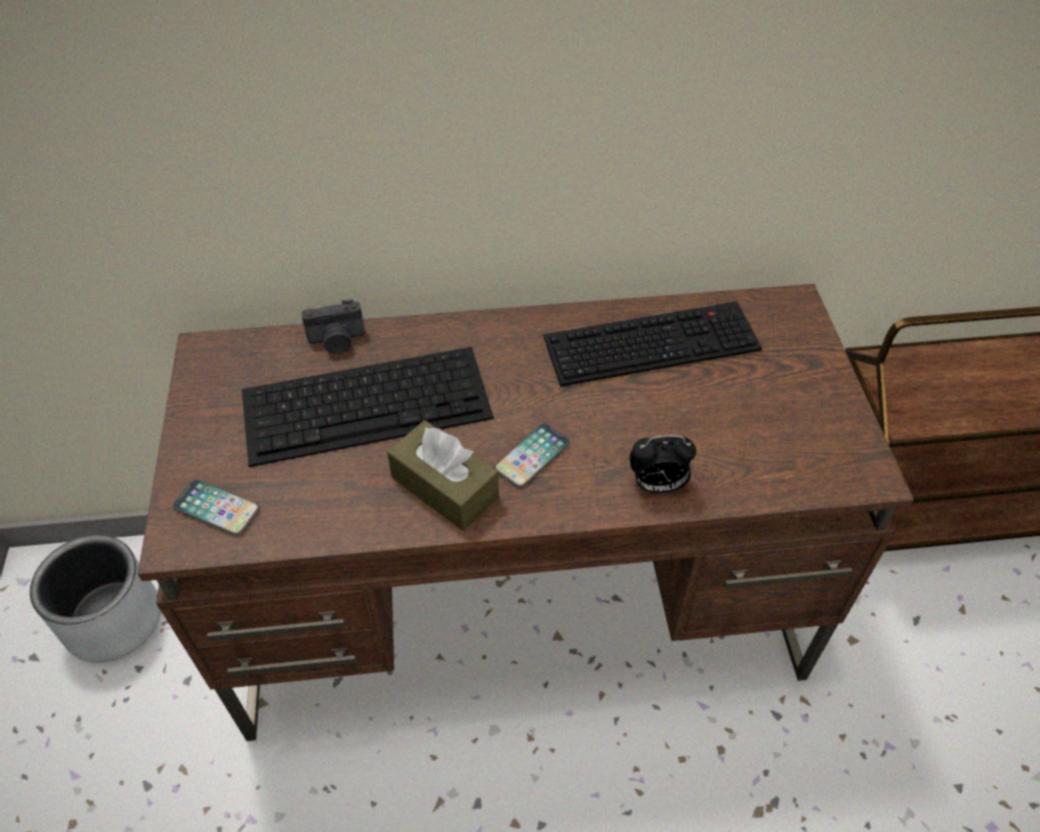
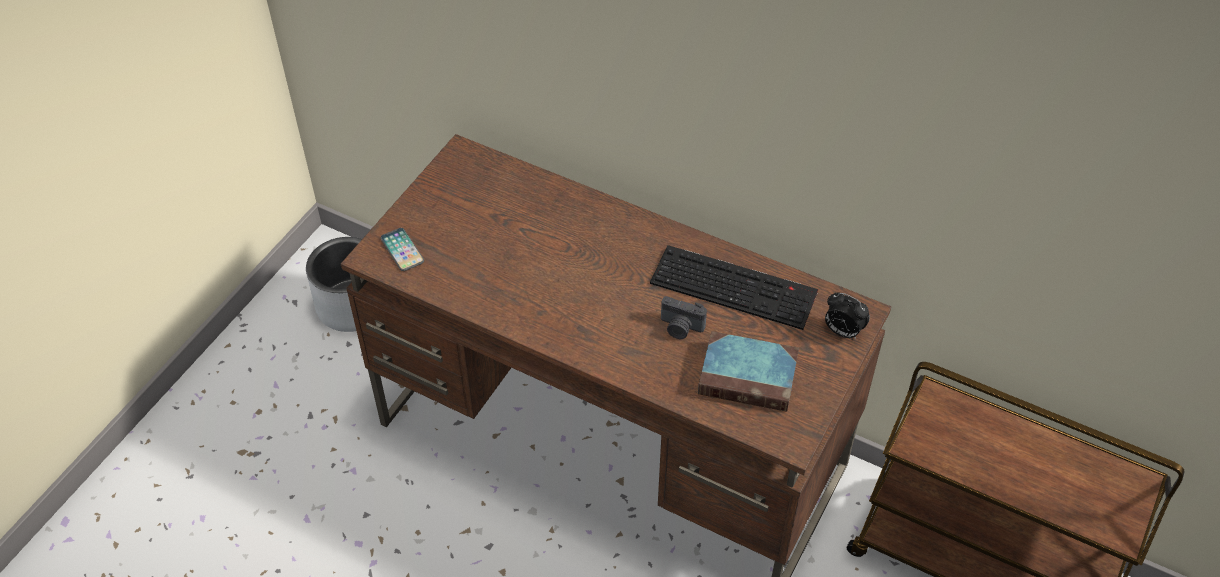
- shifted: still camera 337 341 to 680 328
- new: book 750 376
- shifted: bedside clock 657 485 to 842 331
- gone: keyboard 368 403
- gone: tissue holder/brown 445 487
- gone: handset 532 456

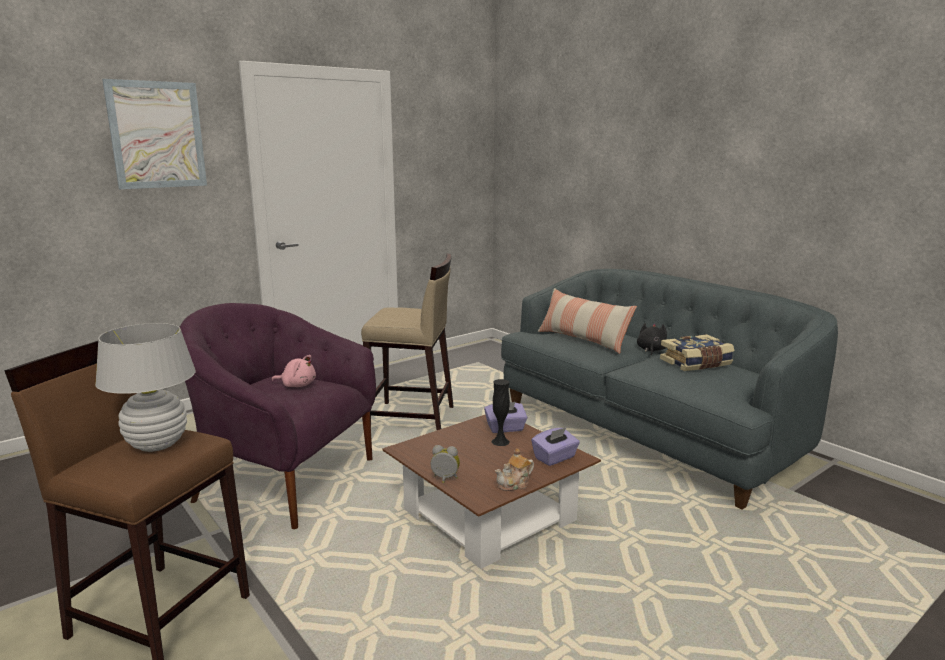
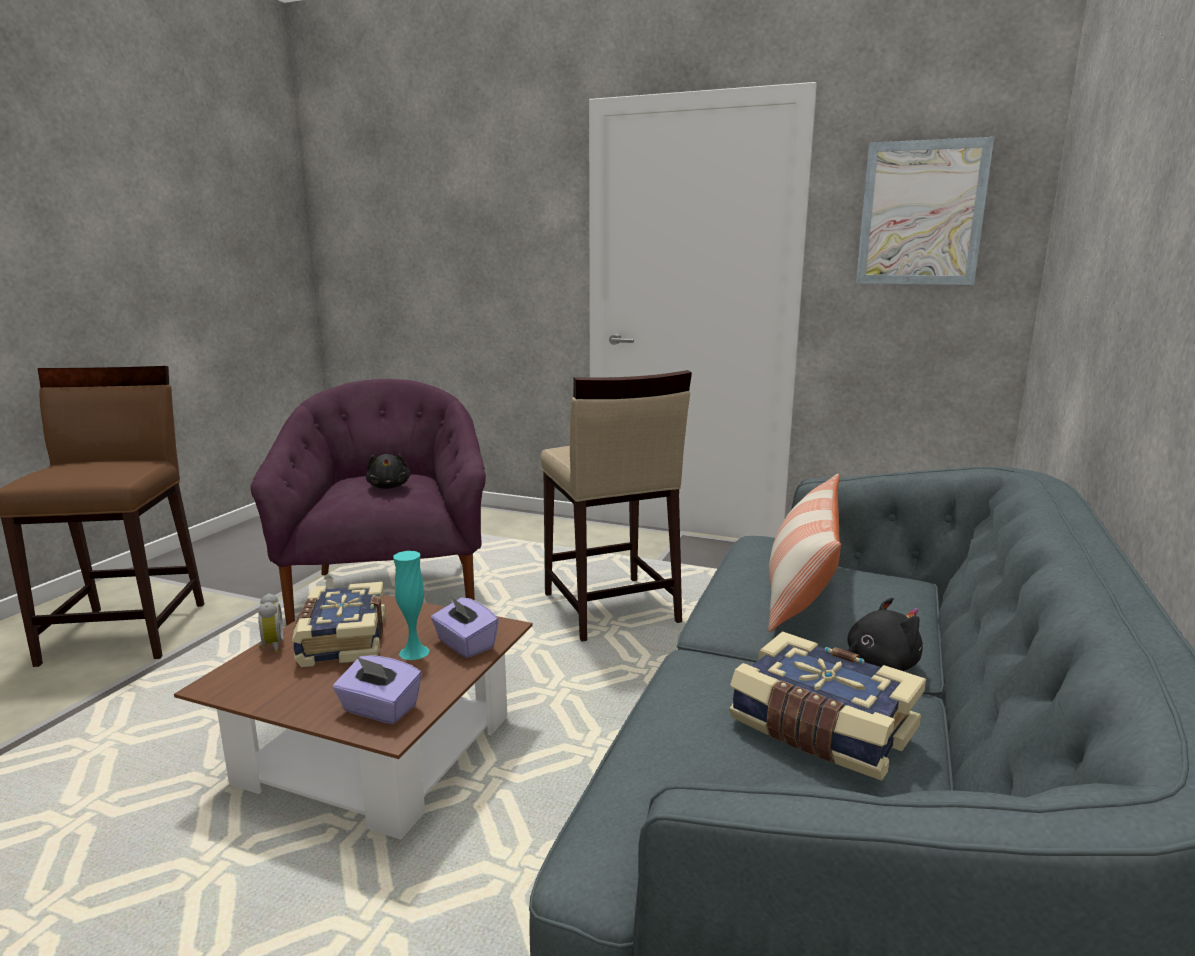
- new: book 341 640
- repainted: plush toy/pinkish 297 385 to plush toy/blackish 389 487
- repainted: vase/blackish 500 441 to vase/blue-green 414 652
- shifted: wall picture 157 135 to 921 214
- gone: table lamp/whitish 157 444
- gone: tea pot 514 484

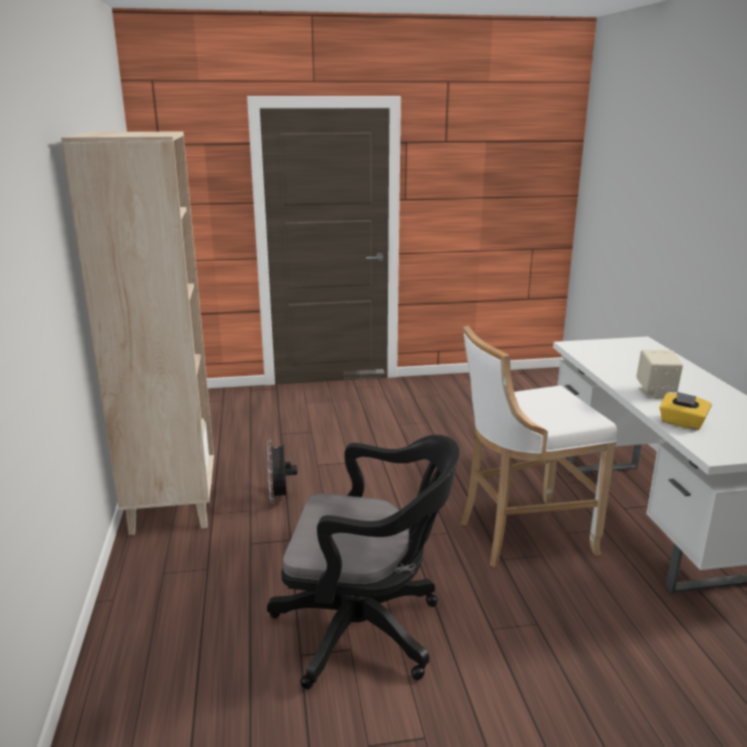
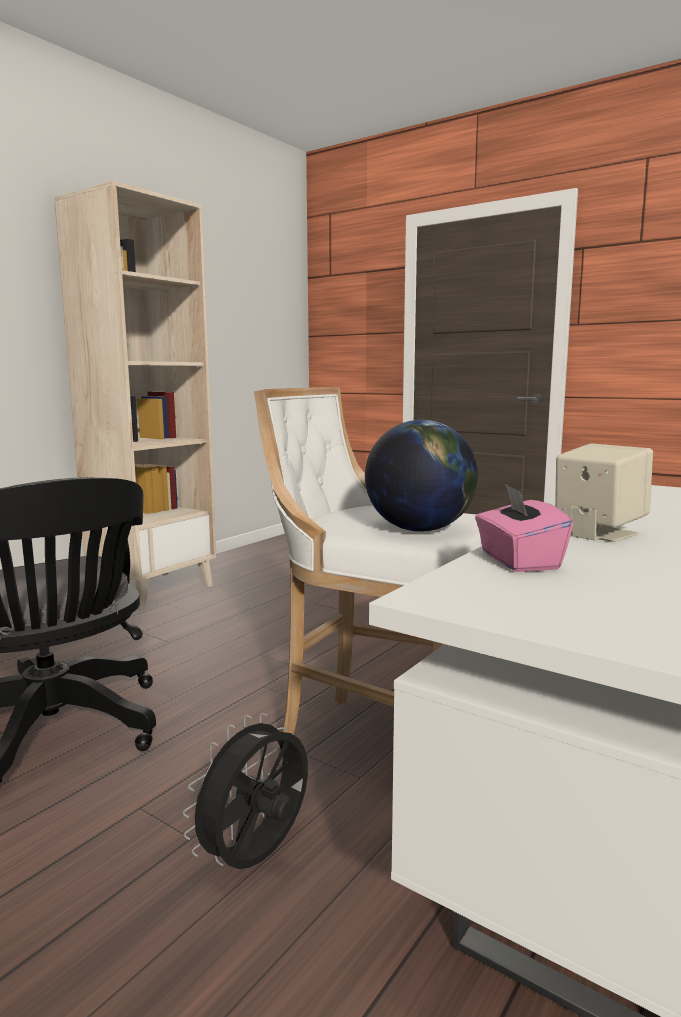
- shifted: electric fan/blackish 280 498 to 257 859
- new: globe 419 529
- repainted: tissue holder/yellowish 682 423 to tissue holder/pinkish 518 561

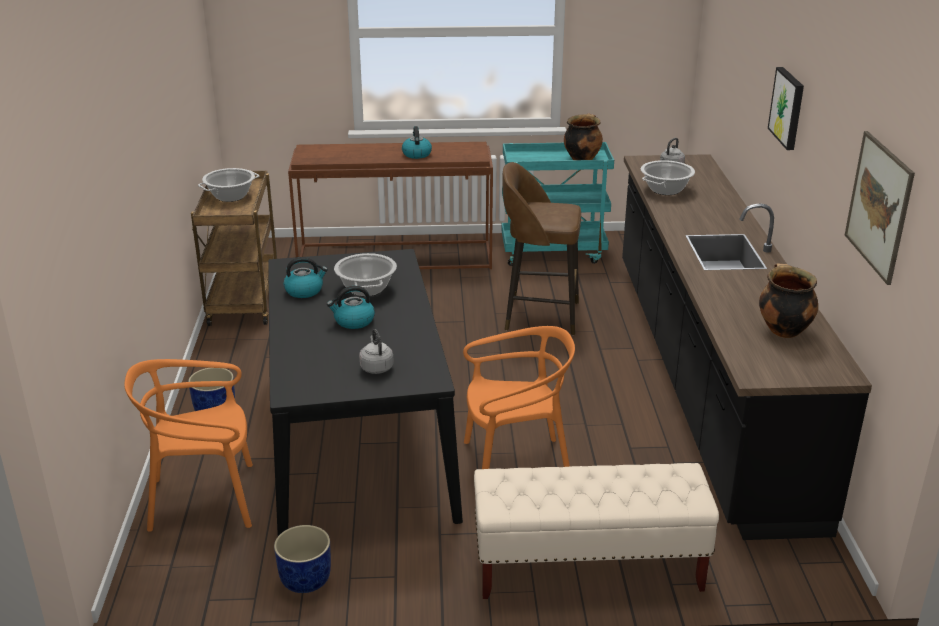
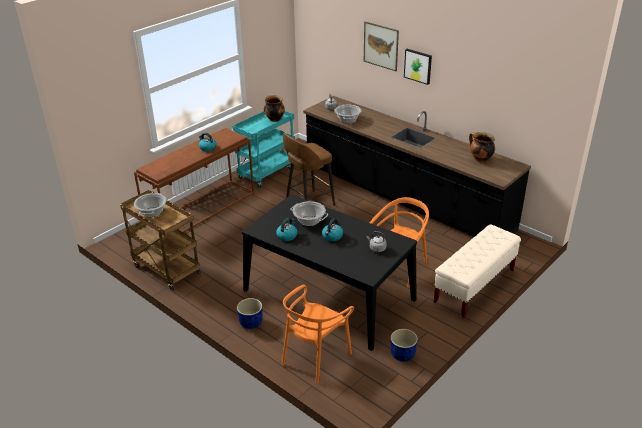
- shifted: wall picture 878 206 to 381 46

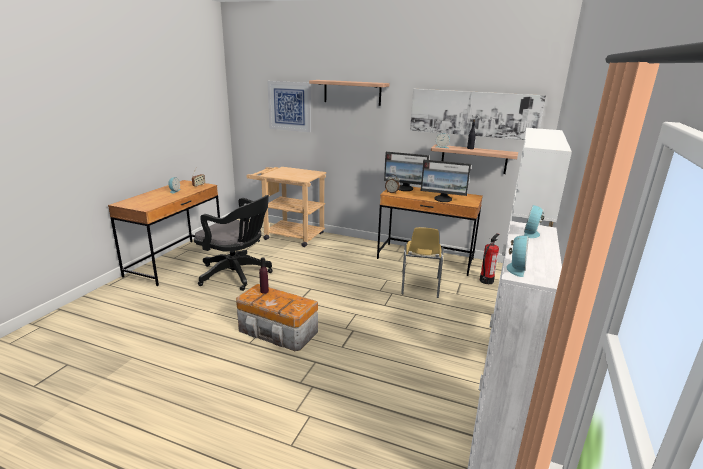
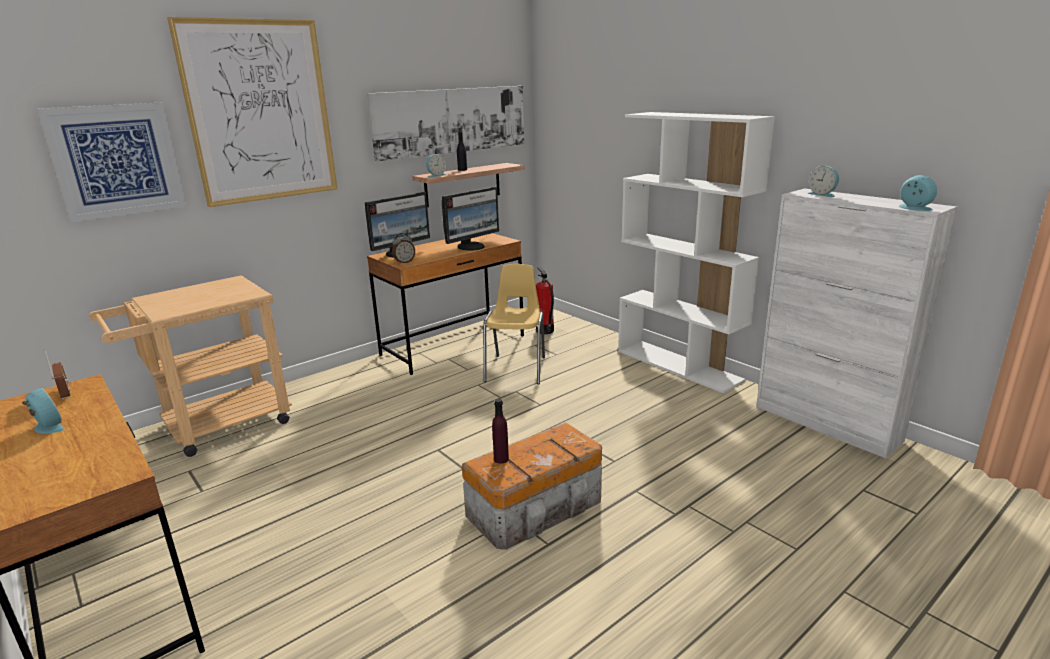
- swapped: wall shelf 352 92 to wall picture 260 112
- rotated: chair/yellowish 419 286 = 517 369 120 degrees counterclockwise
- gone: desk chair/blackish 237 275

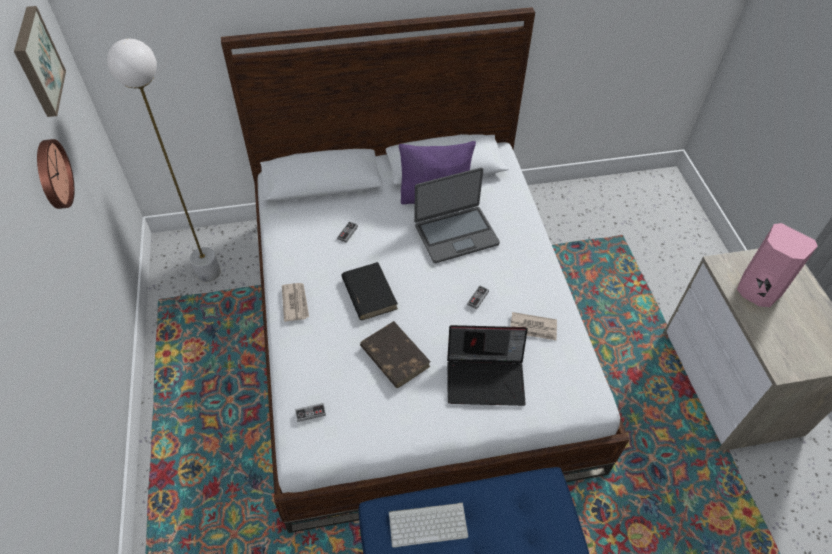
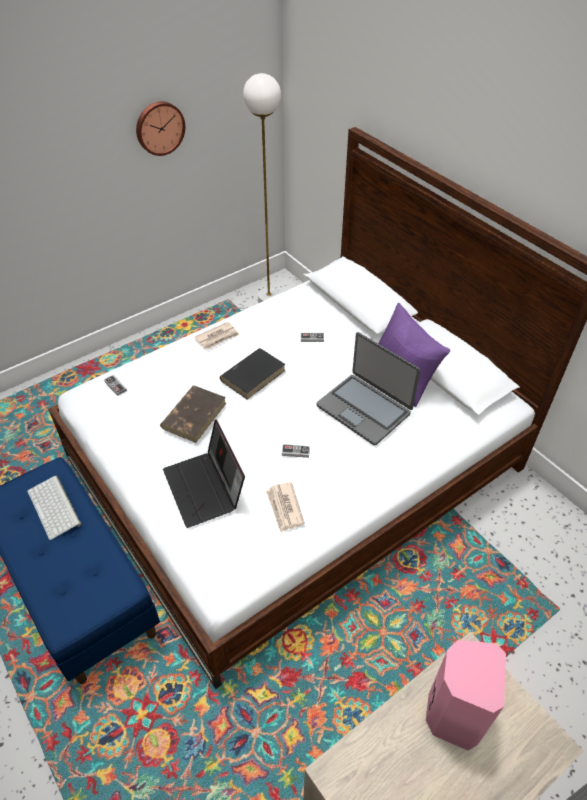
- gone: wall picture 37 62

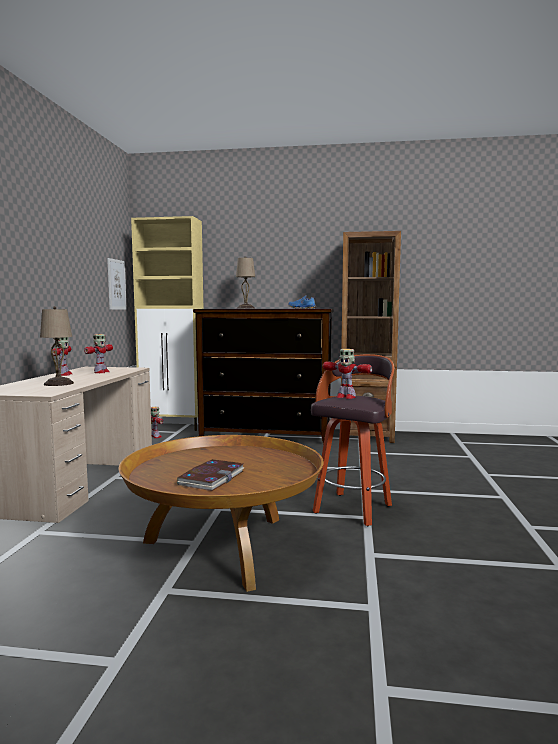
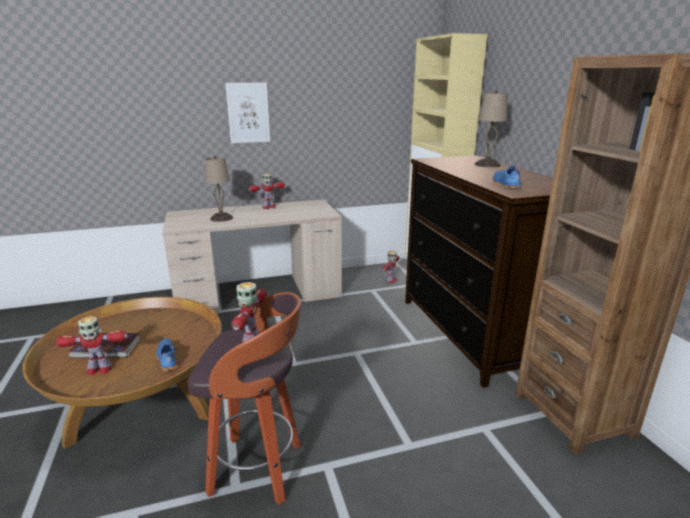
- shifted: robot figure 101 372 to 98 369
- new: item of footwear/blue 167 359
- shifted: wall picture 116 284 to 248 113

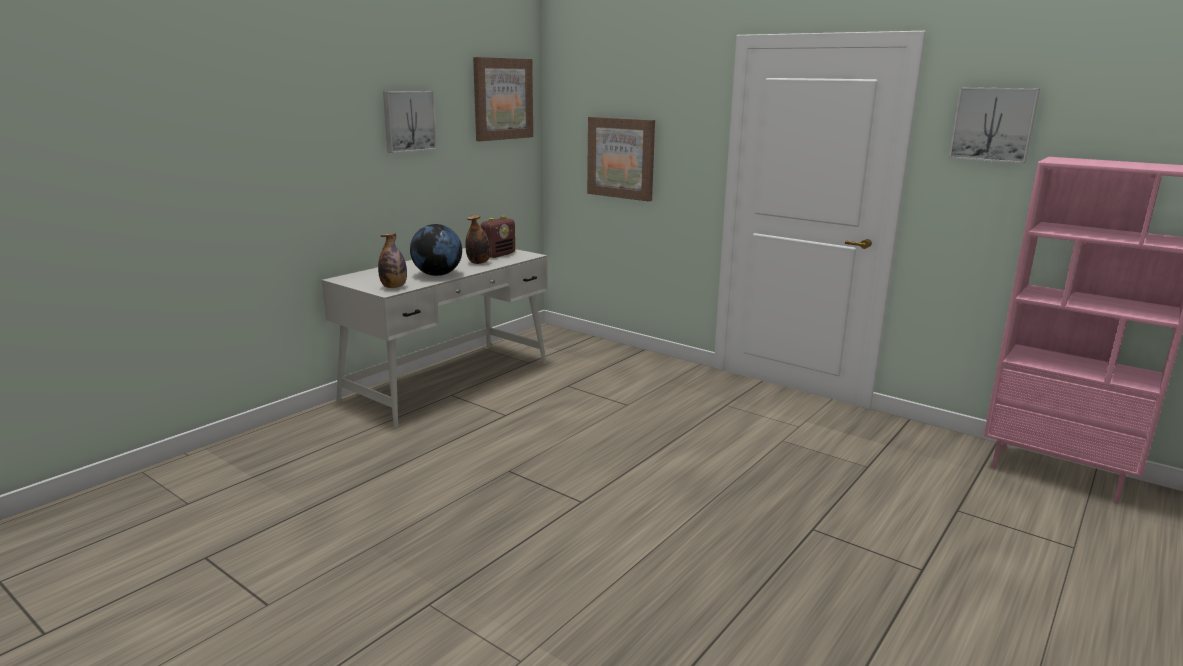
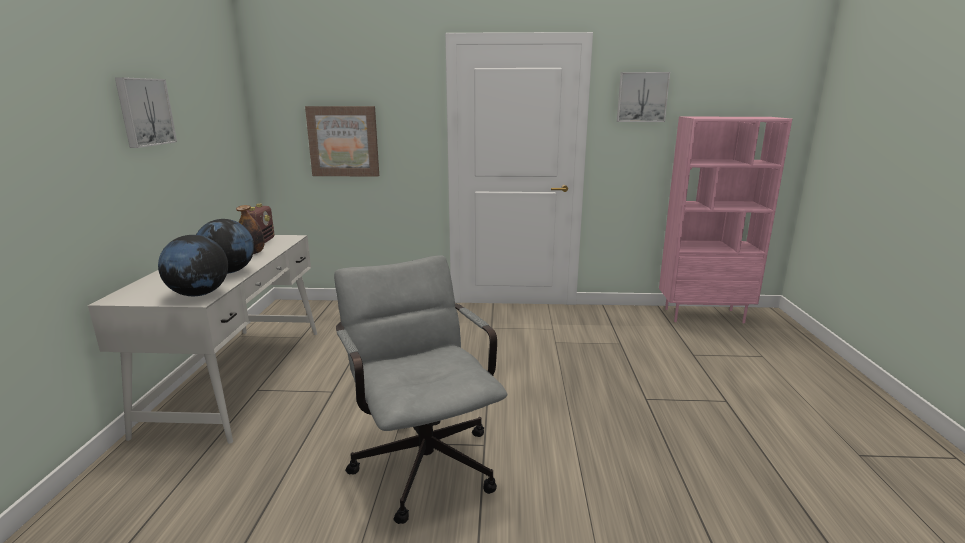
- swapped: beverage bottle 394 287 to globe 199 294
- new: desk chair/gray 422 457
- gone: wall picture 502 99

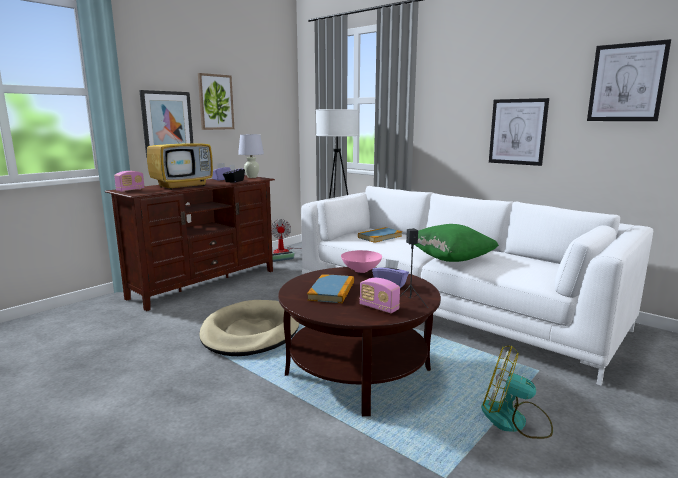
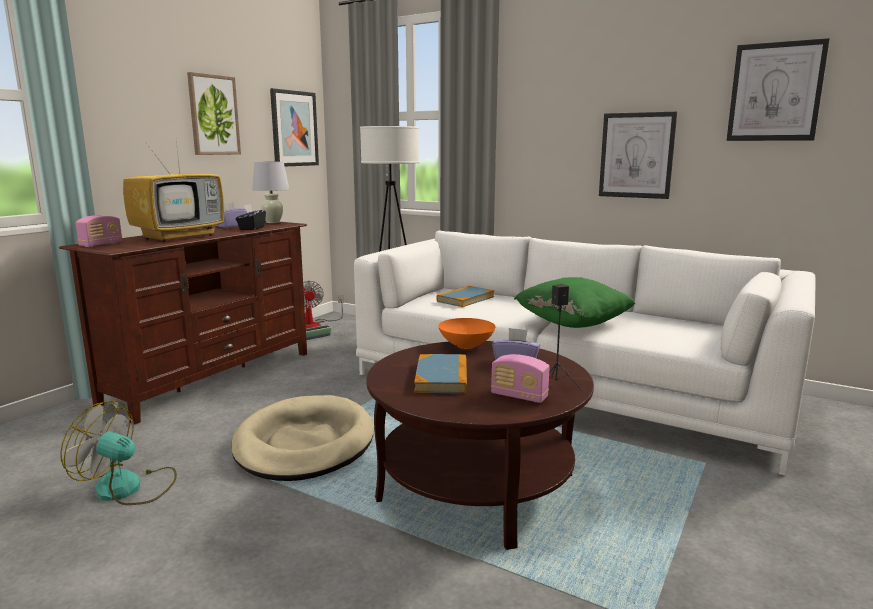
- shifted: electric fan 514 420 to 128 488
- shifted: wall picture 167 123 to 294 128
- repainted: serving bowl/pinkish 361 271 to serving bowl/orangey 467 346

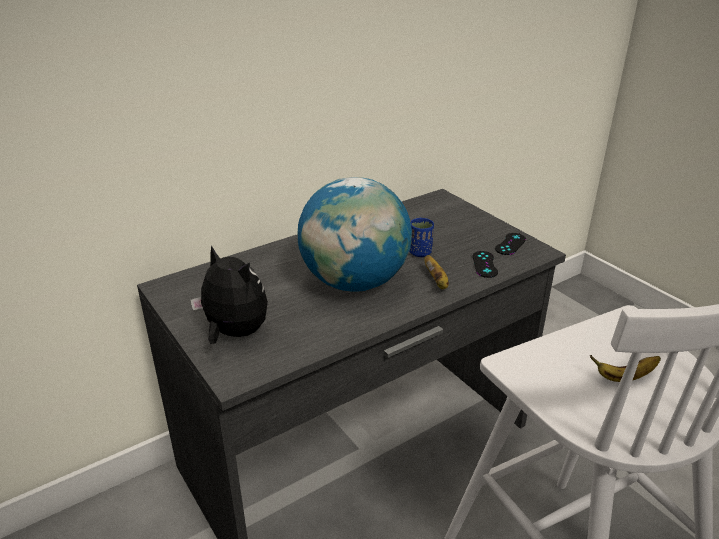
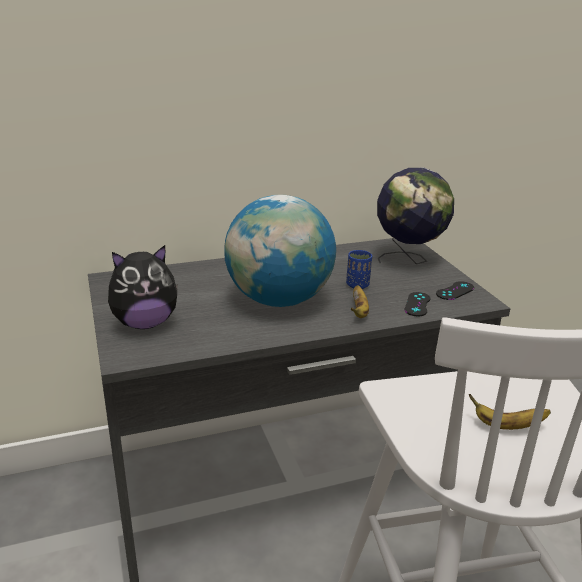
- rotated: plush toy 234 333 = 145 323 105 degrees clockwise
- new: globe 409 260

